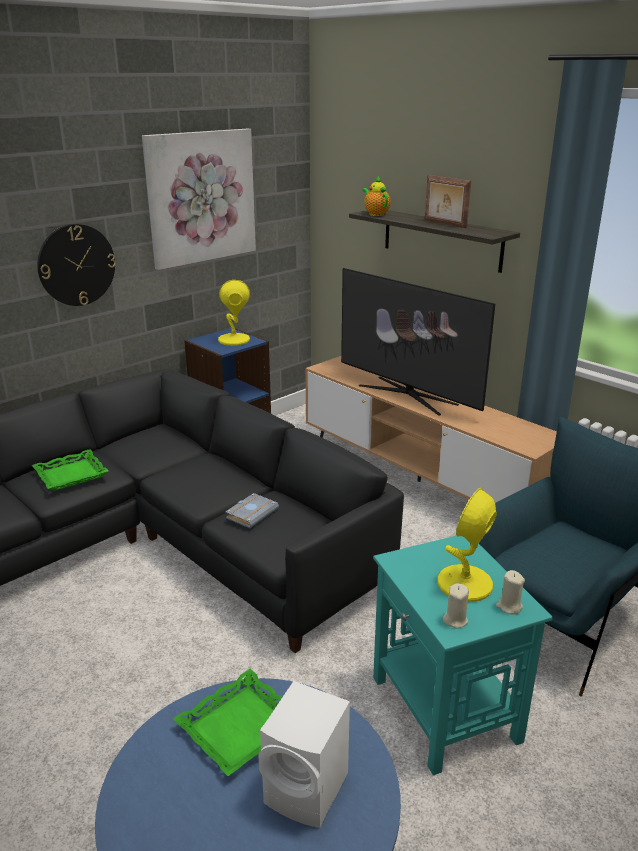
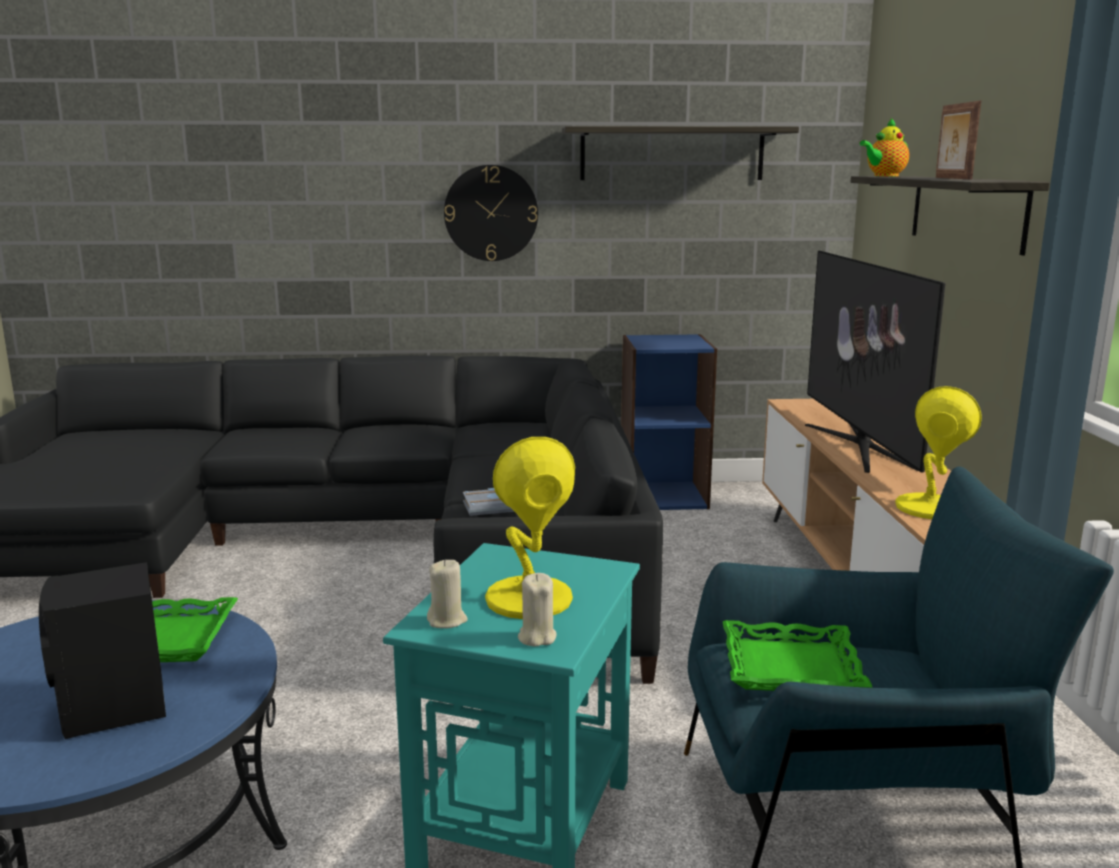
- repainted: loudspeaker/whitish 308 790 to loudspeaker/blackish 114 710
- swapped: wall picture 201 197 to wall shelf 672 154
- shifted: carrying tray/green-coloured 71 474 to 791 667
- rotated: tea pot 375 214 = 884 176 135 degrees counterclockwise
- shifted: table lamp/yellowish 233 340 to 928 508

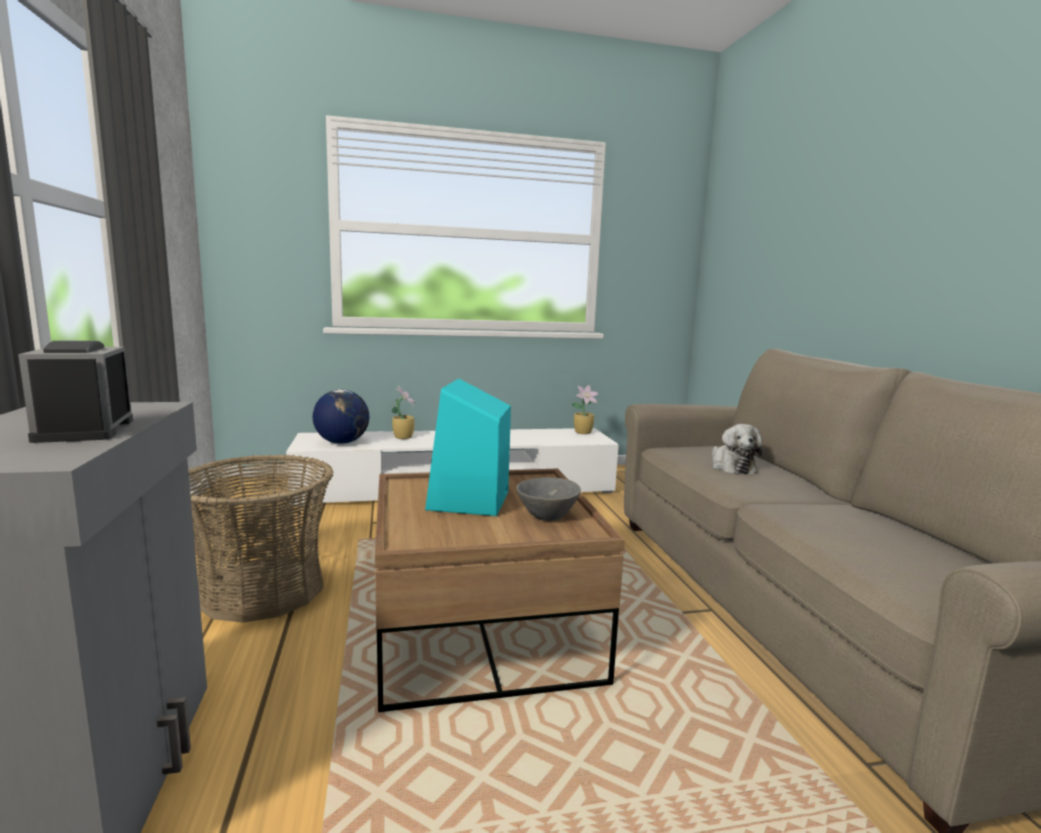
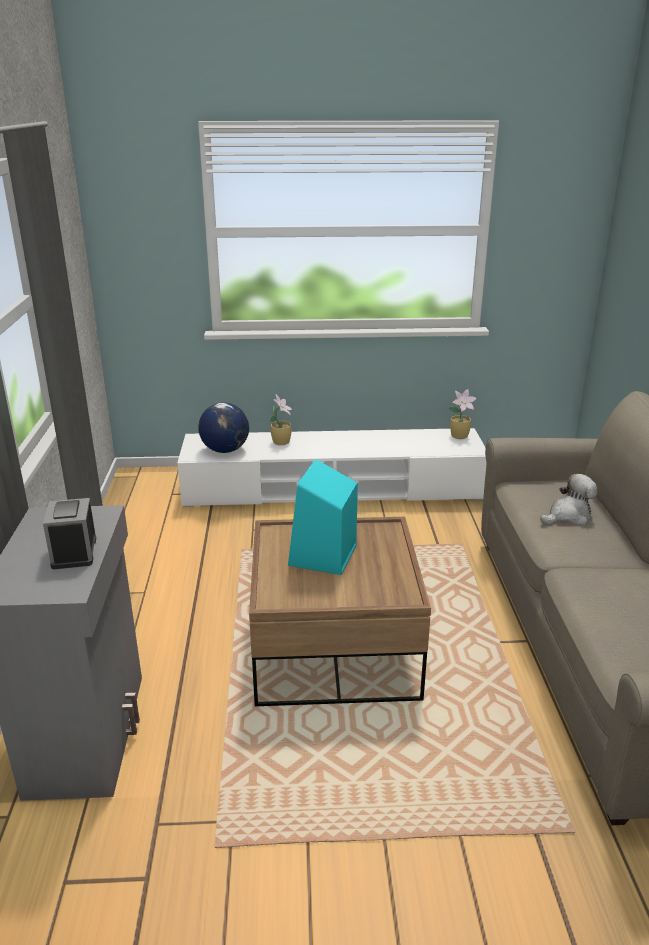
- rotated: plush toy 731 467 = 568 516 120 degrees counterclockwise
- gone: household basket 262 590
- gone: serving bowl/gray 546 515

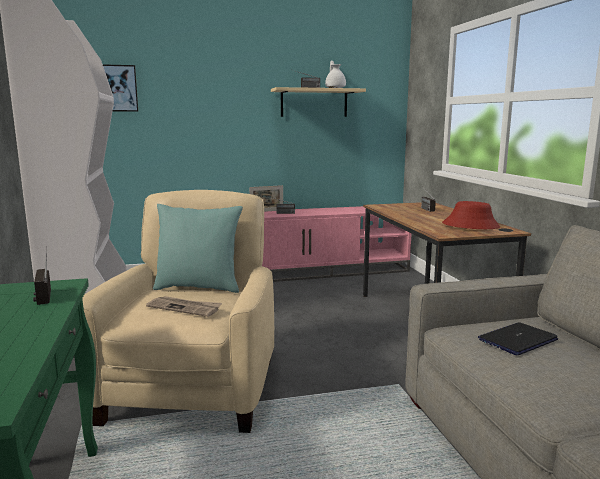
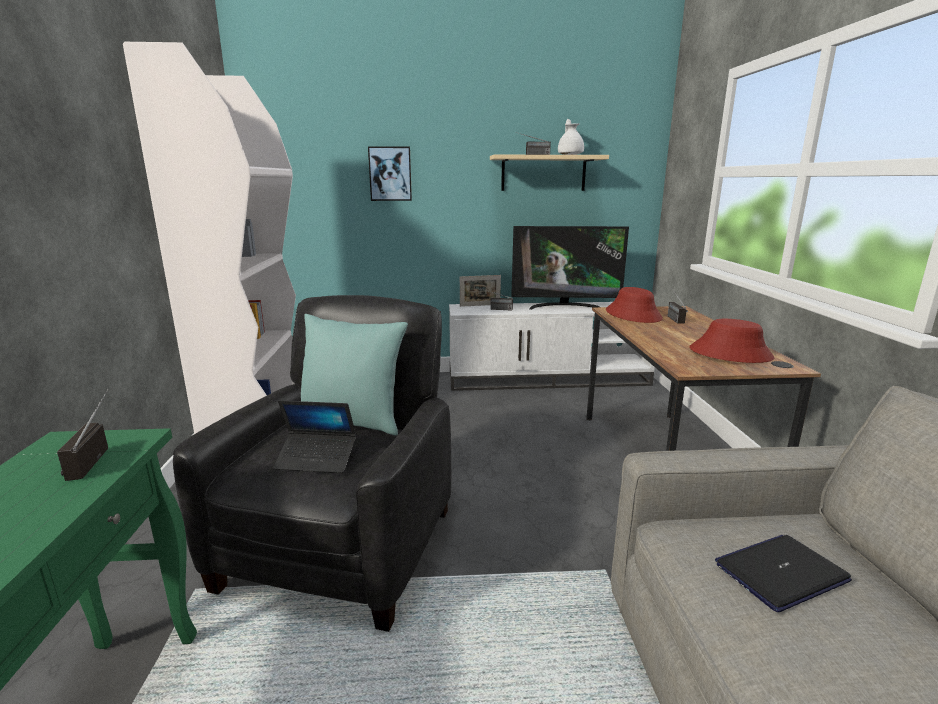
- repainted: lounge chair/sand-coloured 193 388 to lounge chair/blackish 342 545
- swapped: printed paper 185 308 to notebook computer 316 459
- shifted: wall picture 118 88 to 390 174
- repainted: tv unit/pinkish 326 271 to tv unit/whitish 549 379
- new: TV set 565 307
- new: wearable hat/red 633 315

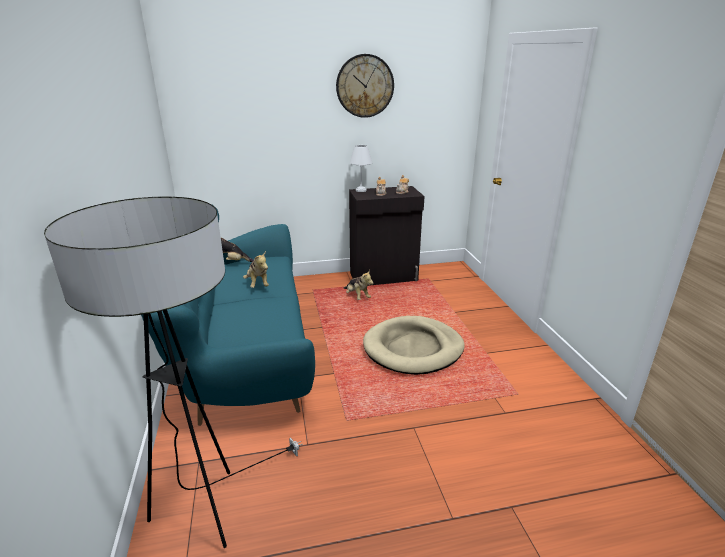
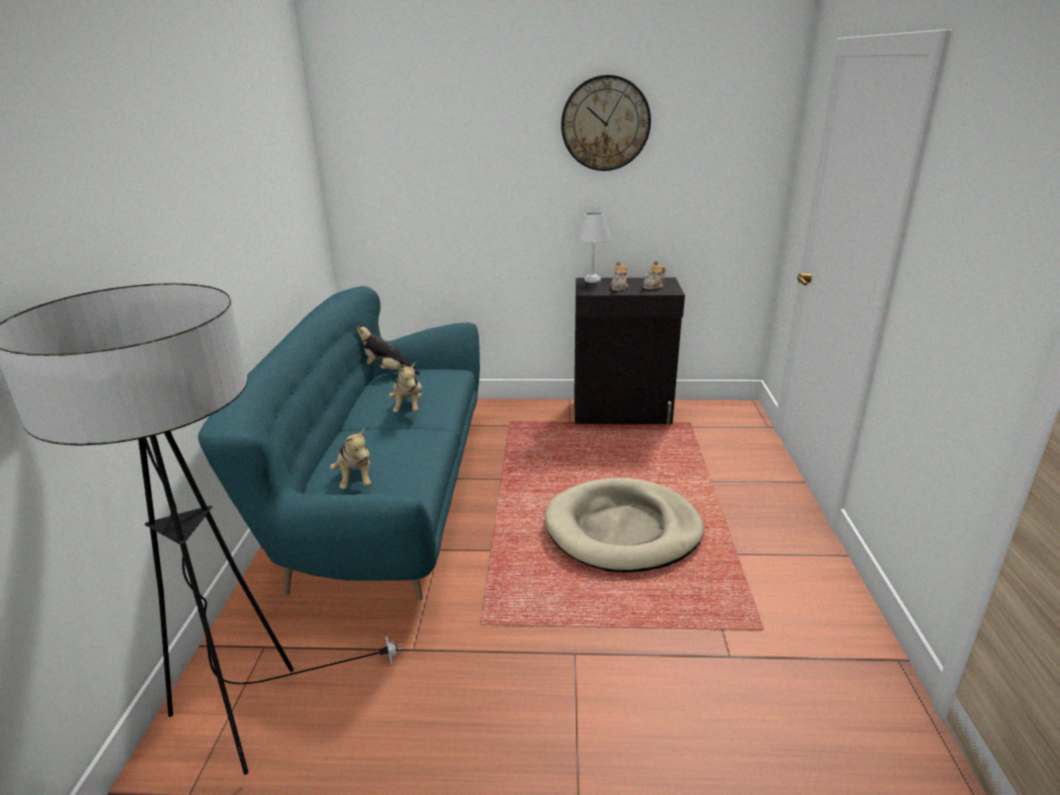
- shifted: plush toy 357 297 to 356 479

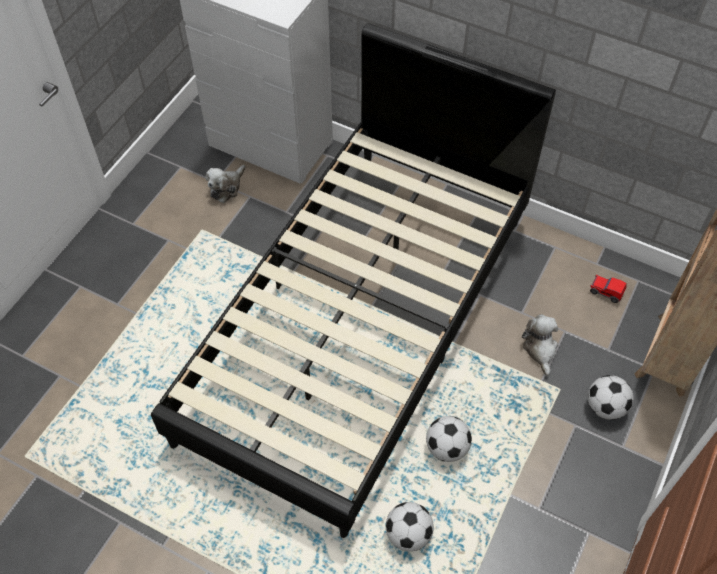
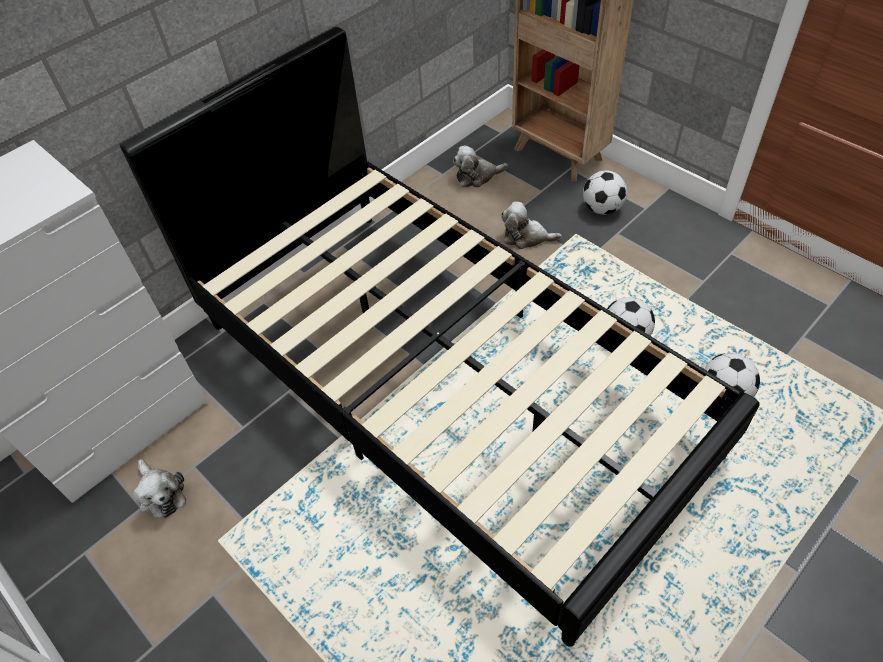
- swapped: toy car 606 292 to plush toy 477 176

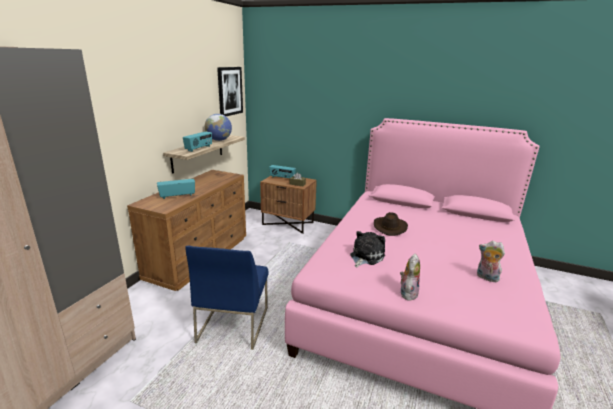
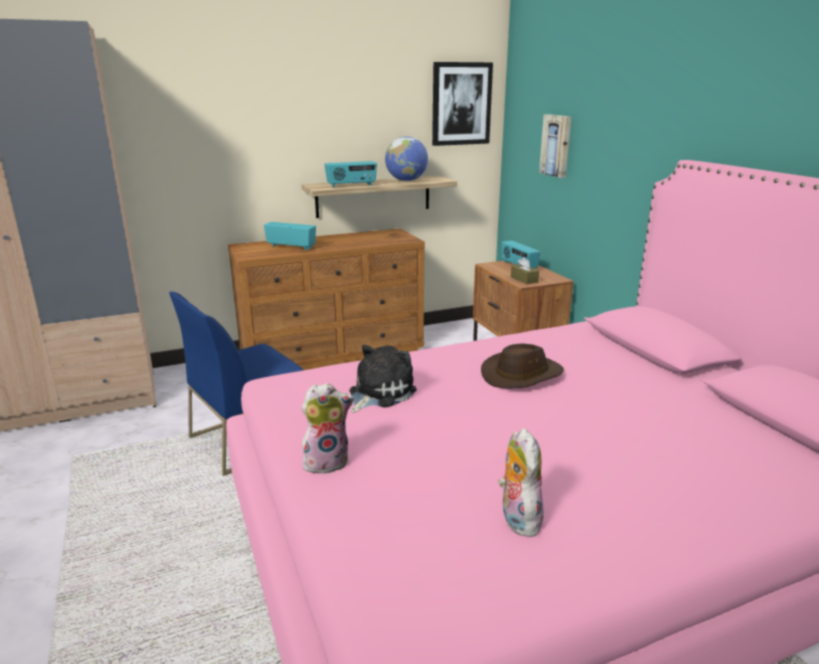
- rotated: plush toy 365 256 = 379 393 45 degrees counterclockwise
- new: wall picture 556 145

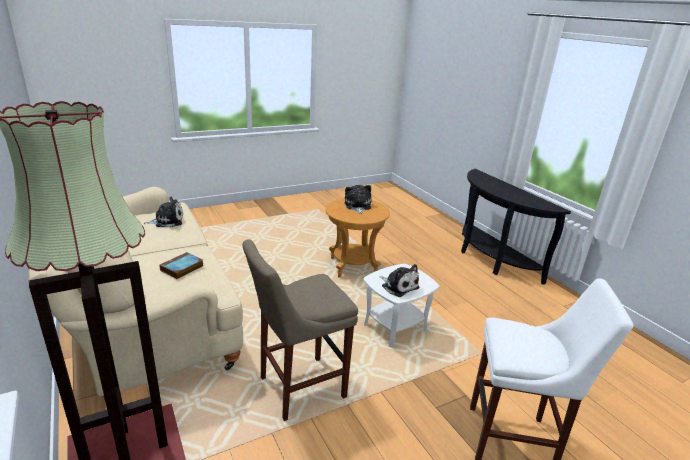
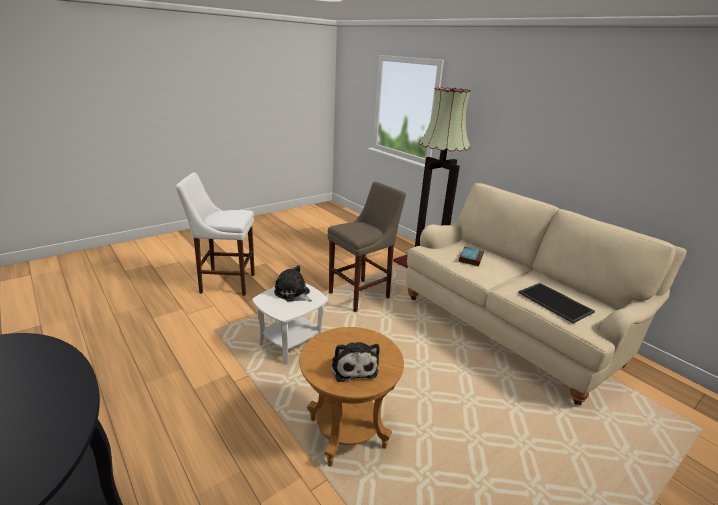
- swapped: plush toy 167 221 to carrying tray 556 302

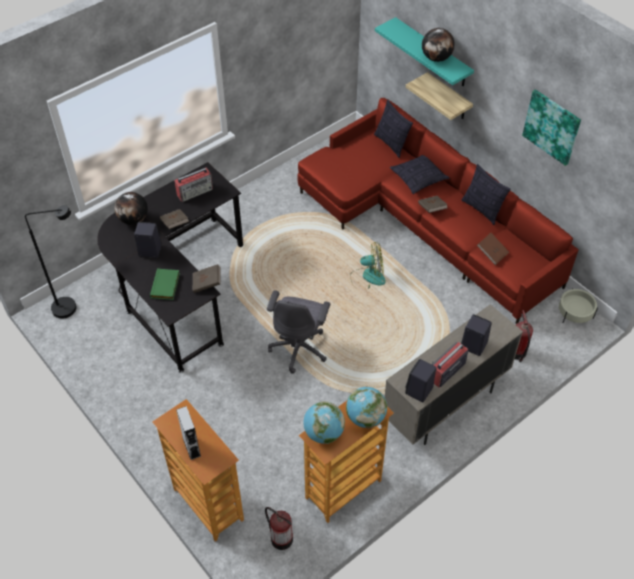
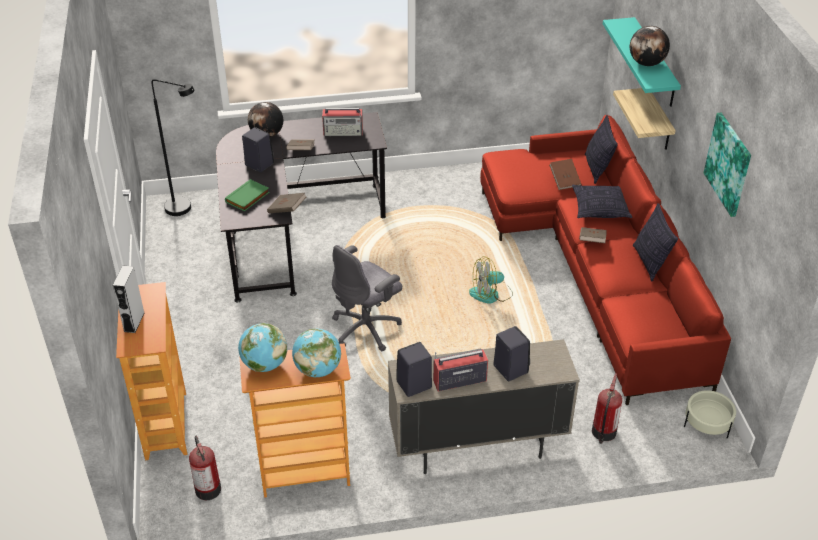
- rotated: electric fan 367 277 = 491 294 135 degrees clockwise
- shifted: book/brown 492 253 to 564 180

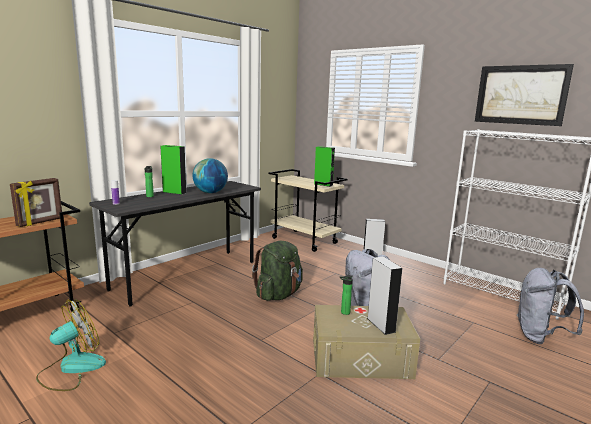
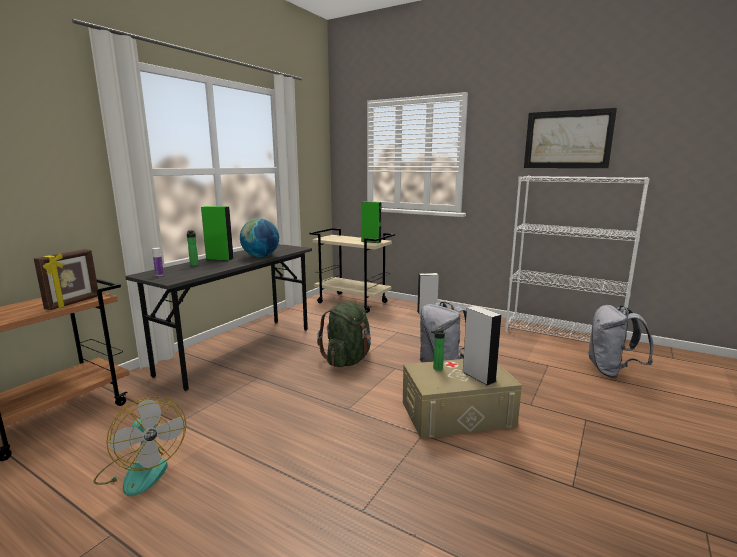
- rotated: electric fan 71 368 = 142 469 105 degrees clockwise

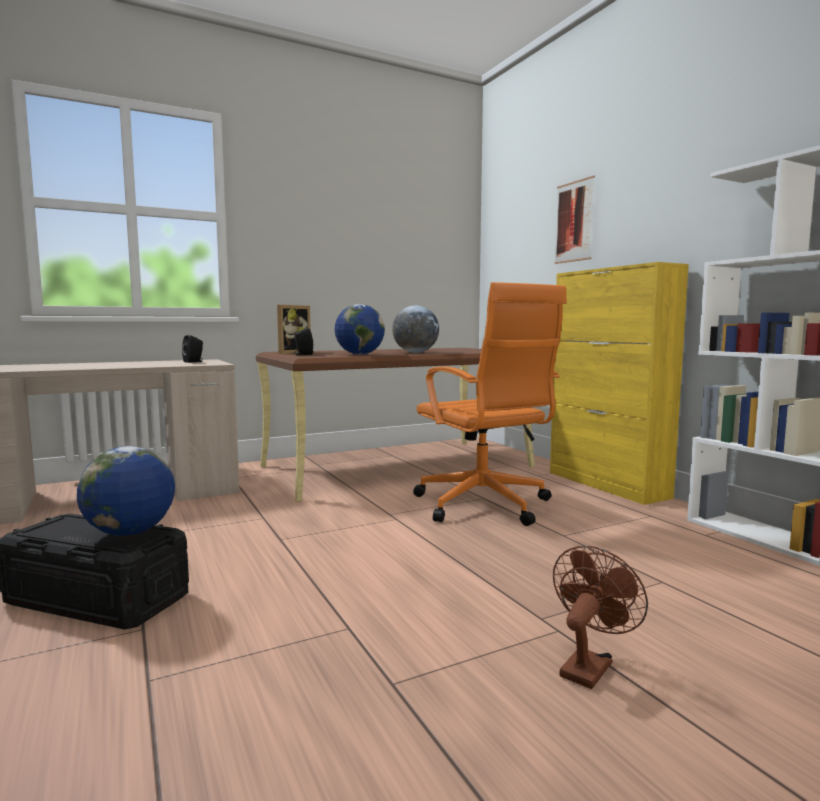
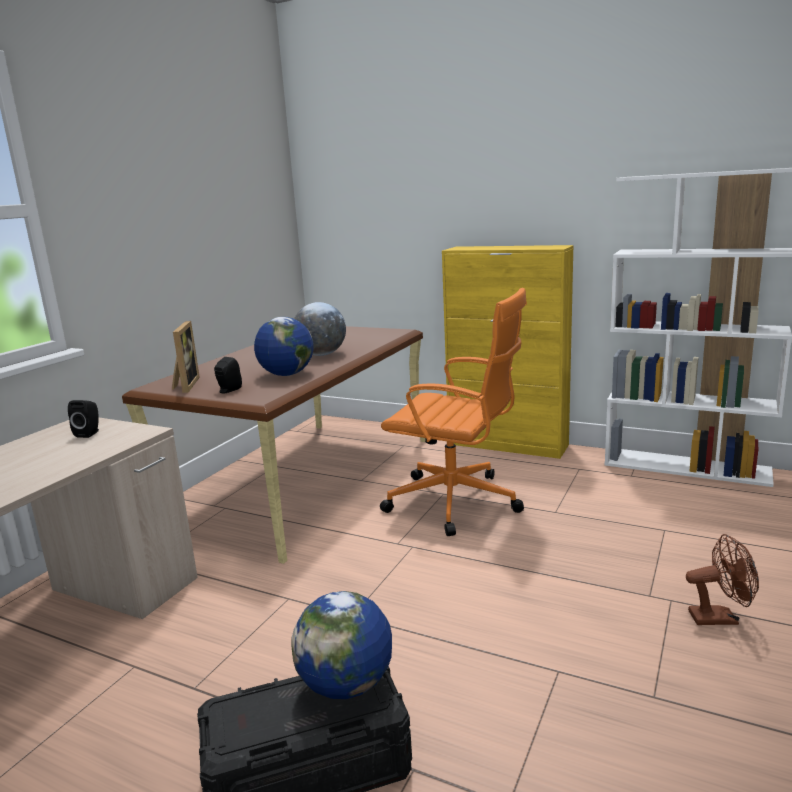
- rotated: electric fan/brown 589 665 = 720 617 90 degrees clockwise
- gone: wall picture 574 221

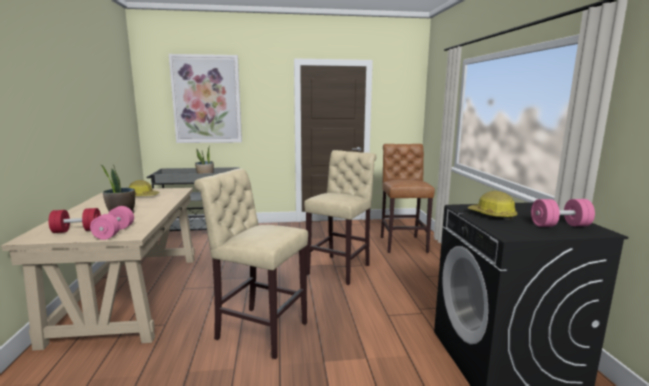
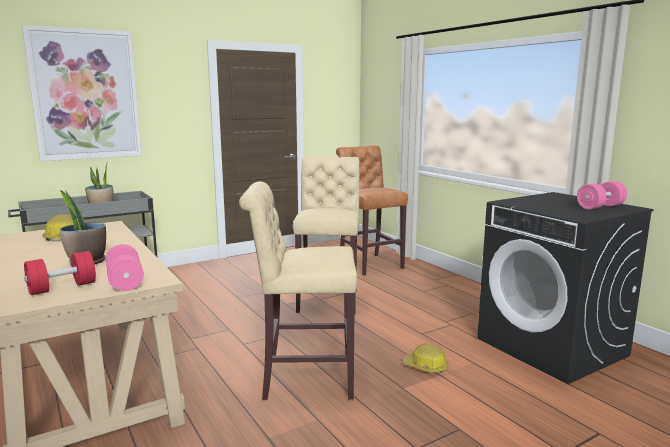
- shifted: safety helmet 492 215 to 426 367

